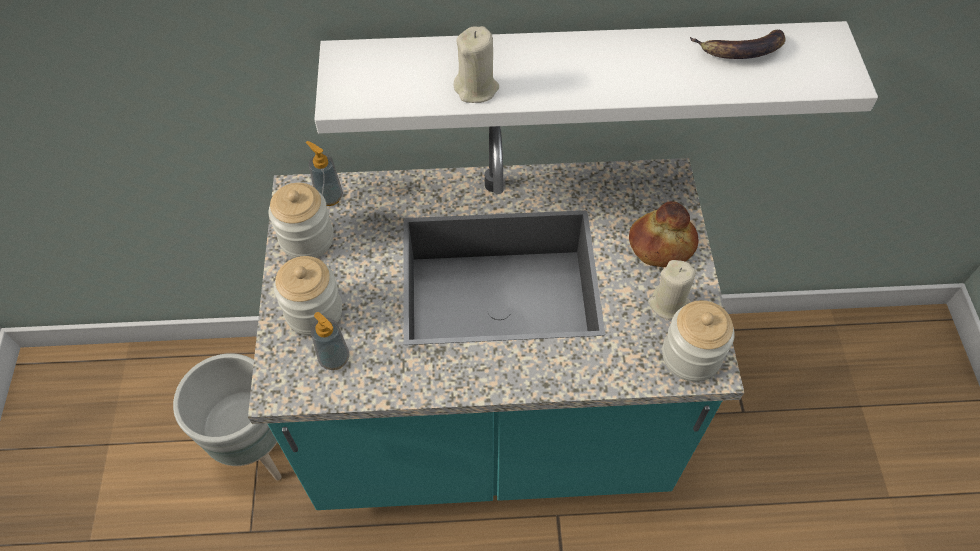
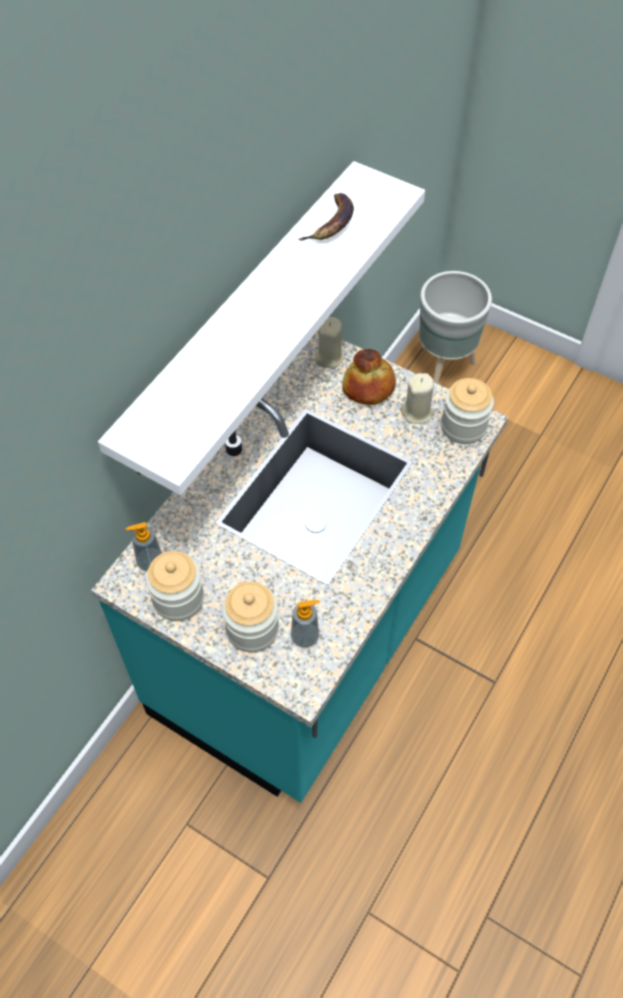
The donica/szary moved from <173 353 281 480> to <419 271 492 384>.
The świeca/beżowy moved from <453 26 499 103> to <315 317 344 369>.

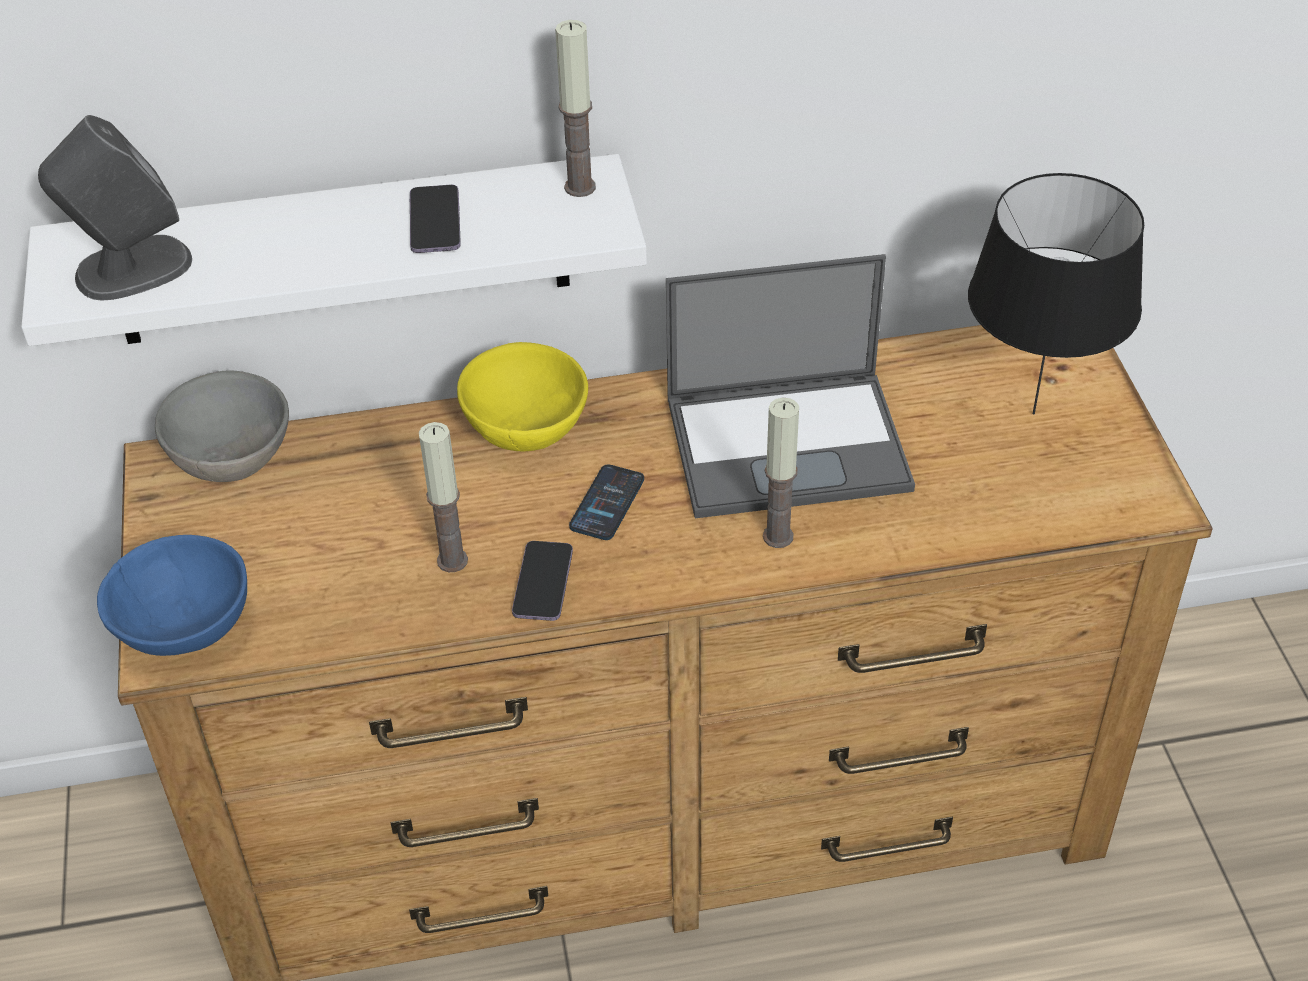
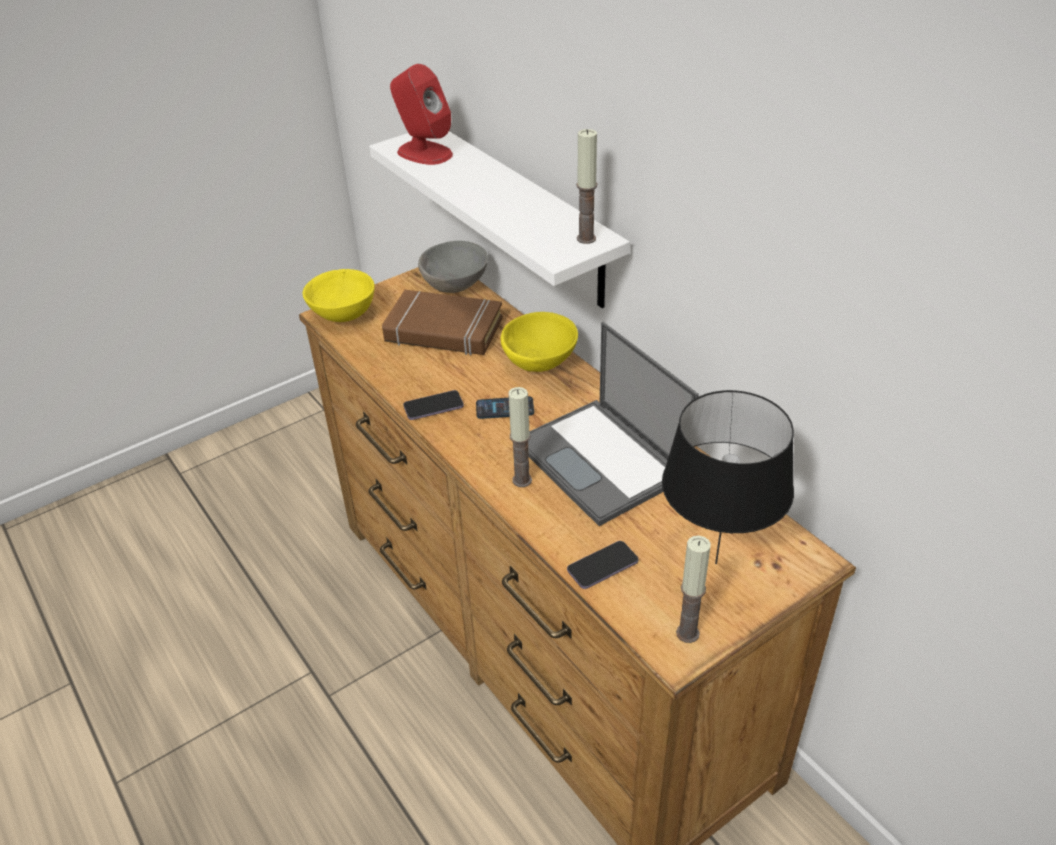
The głośnik/szary at <38 115 192 301> became the głośnik/czerwony at <390 64 453 165>.
The miska/niebieski at <97 535 247 656> became the miska/żółty at <303 269 375 322>.
The telefon moved from <410 185 461 253> to <567 541 638 589>.
The świeca moved from <419 422 468 572> to <676 535 711 643>.
The książka/brązowy at <382 290 503 355> appeared.

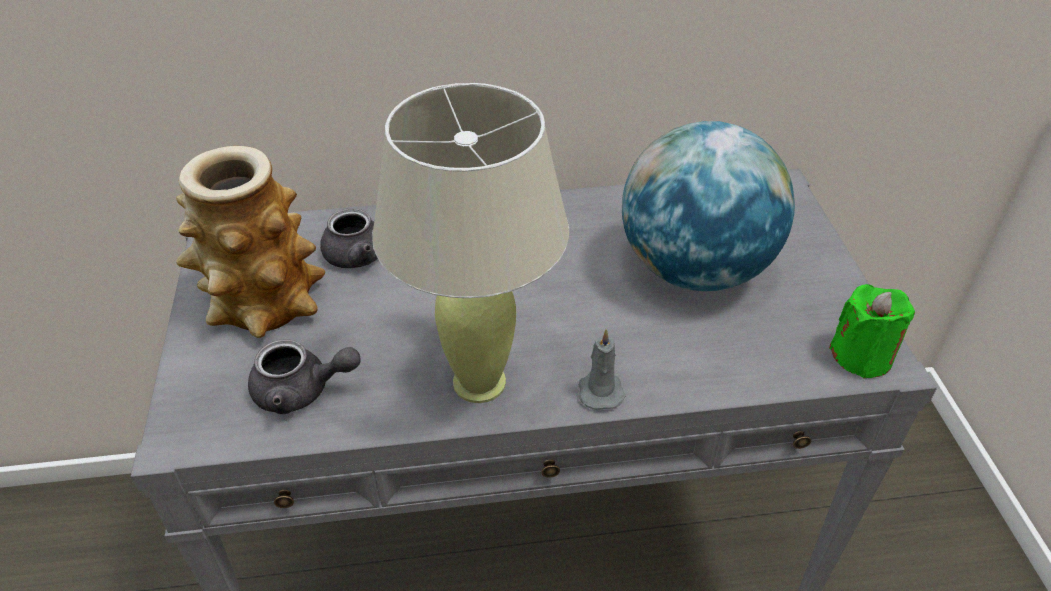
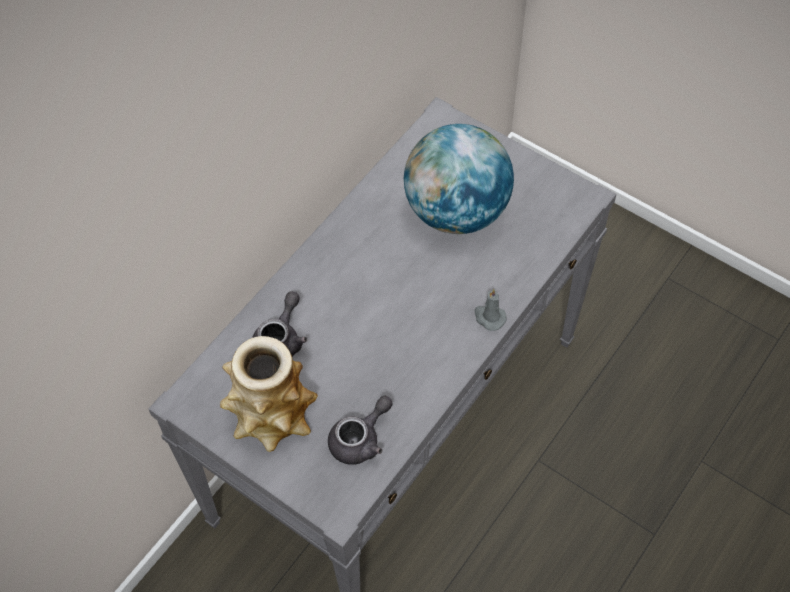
The lampa stołowa/beżowy at <372 83 569 403> disappeared.
The świeca/zielony at <829 284 915 379> disappeared.

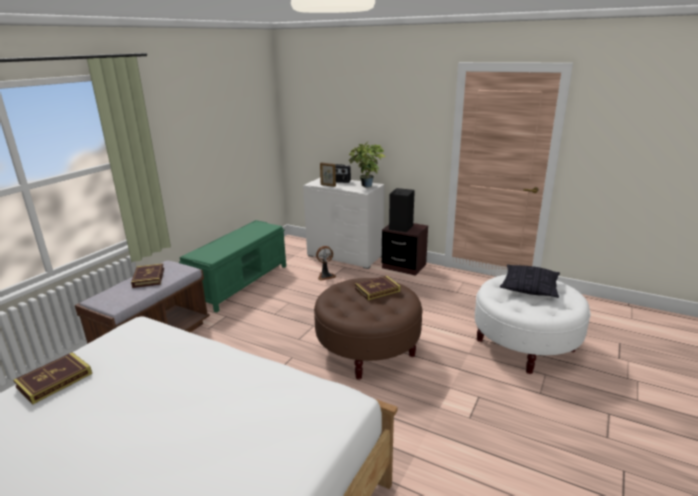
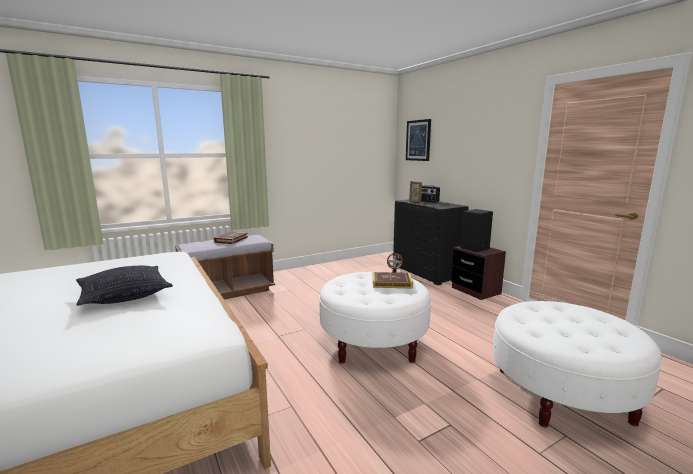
The książka at <13 352 92 404> disappeared.
The ławka/zielony at <179 220 286 313> disappeared.
The komoda/biały at <303 178 385 269> became the komoda/czarny at <393 199 469 286>.
The pufa/brązowy at <314 278 422 380> became the pufa/biały at <319 272 431 364>.
The roślina doniczkowa at <349 142 386 187> disappeared.
The poduszka moved from <500 264 560 298> to <76 266 173 306>.
The obraz at <406 119 431 161> appeared.

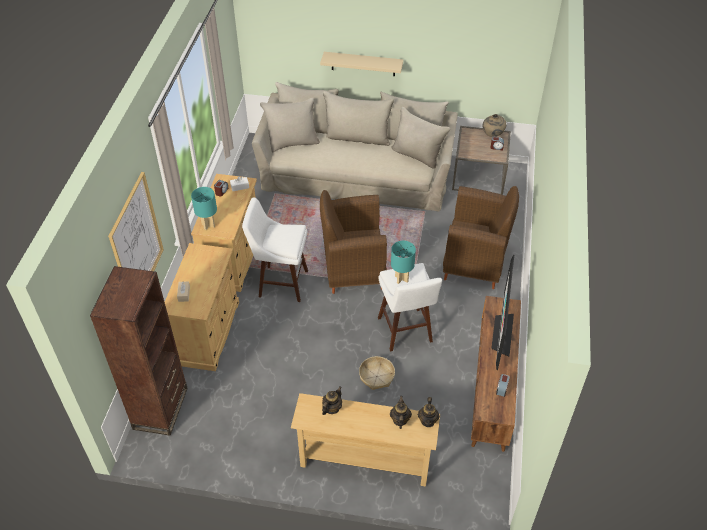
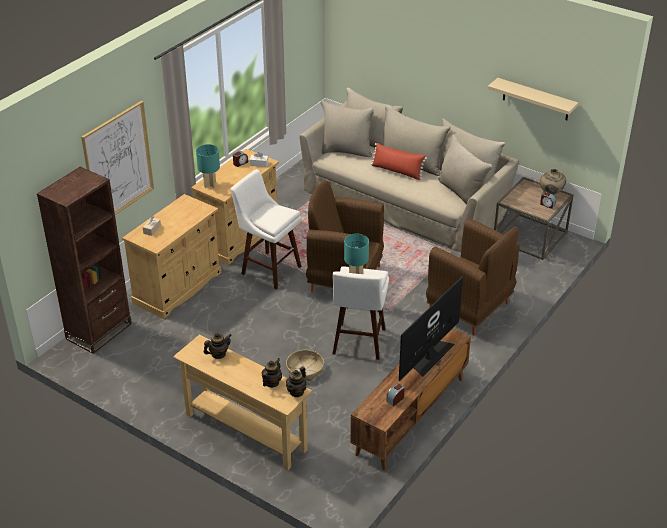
The półka/beżowy moved from <320 52 403 76> to <488 78 578 120>.
The poduszka/czerwony at <371 143 427 180> appeared.

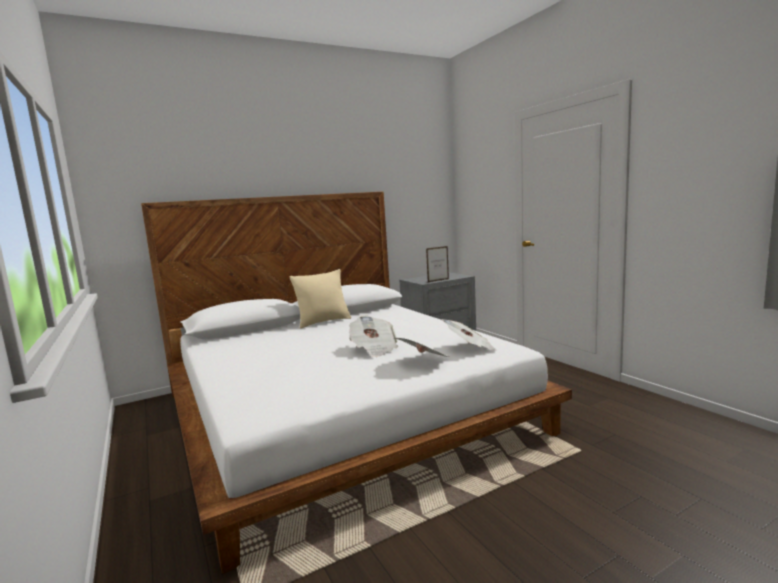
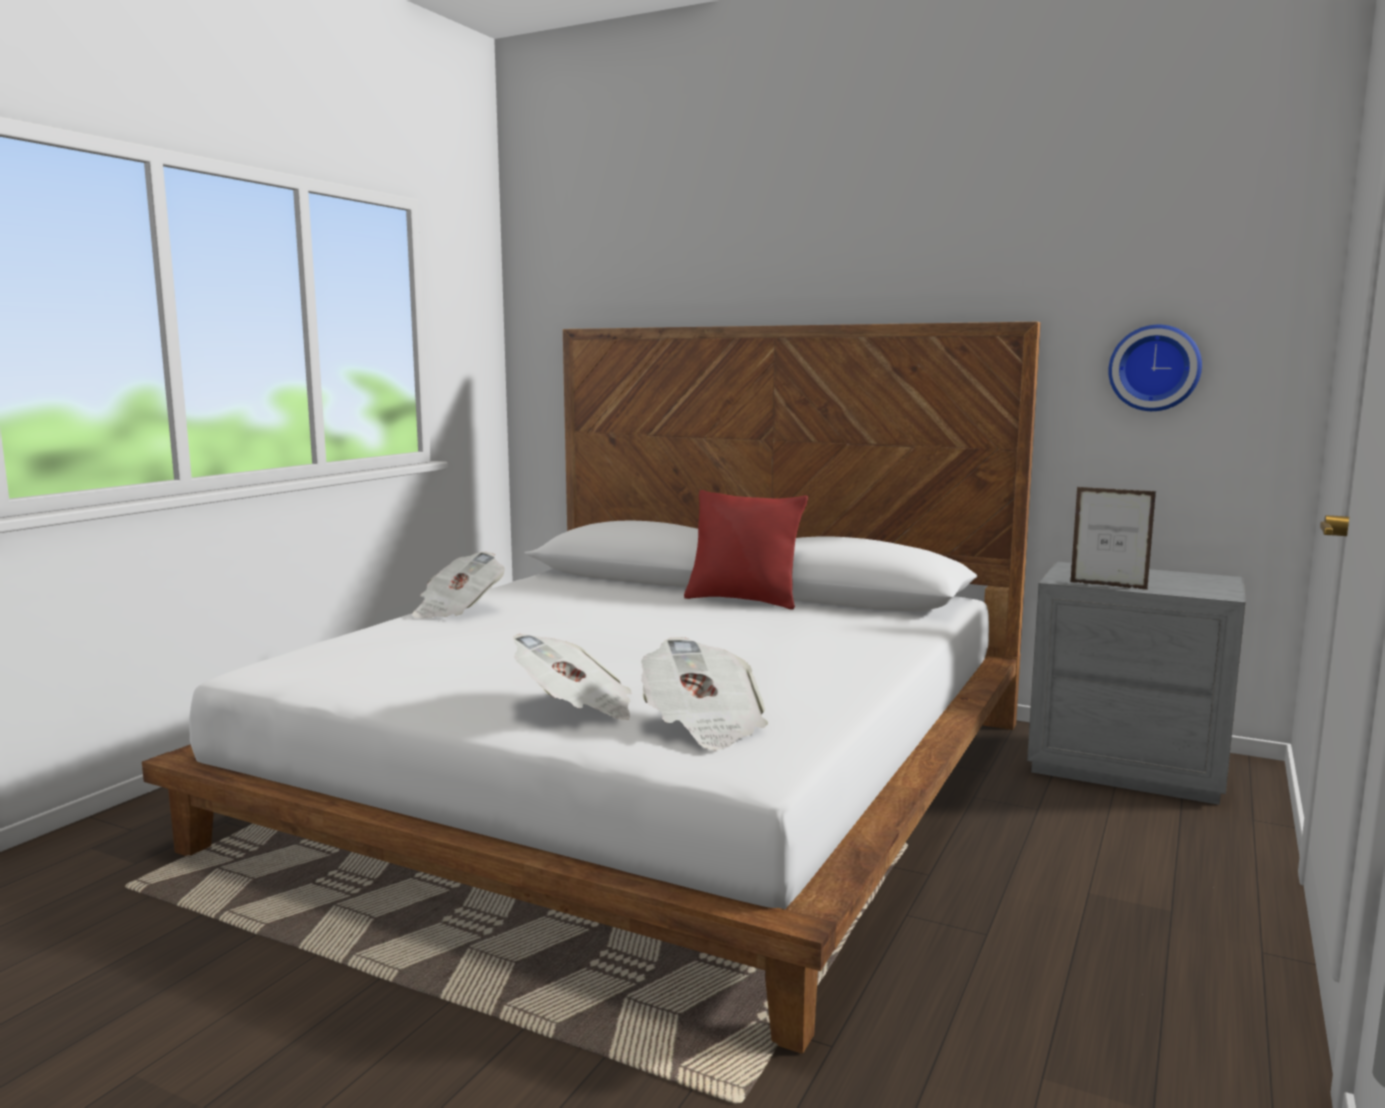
The poduszka/beżowy at <290 269 351 329> became the poduszka/czerwony at <684 490 808 610>.
The gazeta moved from <349 316 398 357> to <412 552 505 618>.
The zegar ścienny at <1108 325 1202 411> appeared.

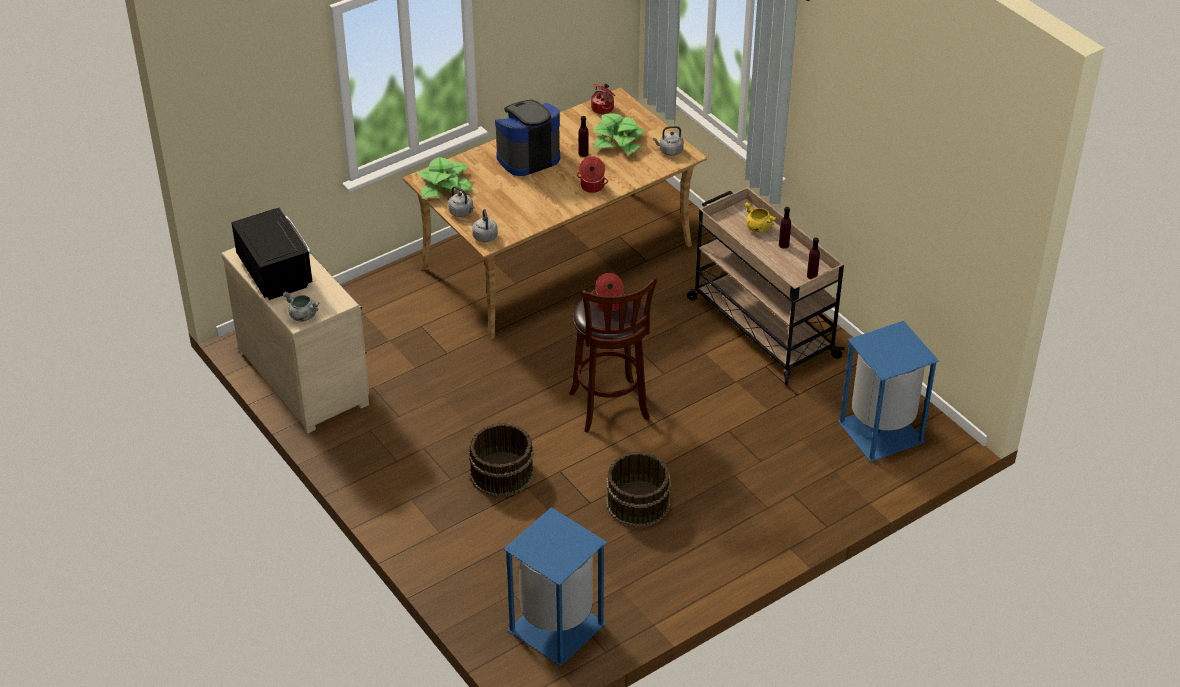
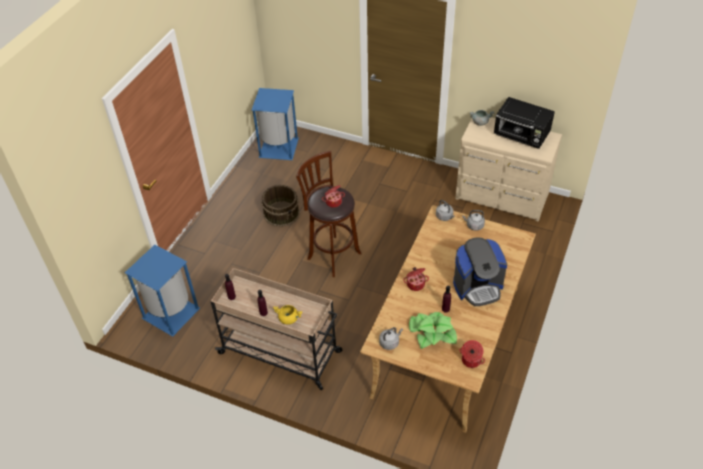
The roślina doniczkowa at <418 157 472 199> disappeared.
The wiadro/brązowy at <469 423 534 497> disappeared.
The ekspres do kawy at <495 100 560 176> turned 45 degrees clockwise.

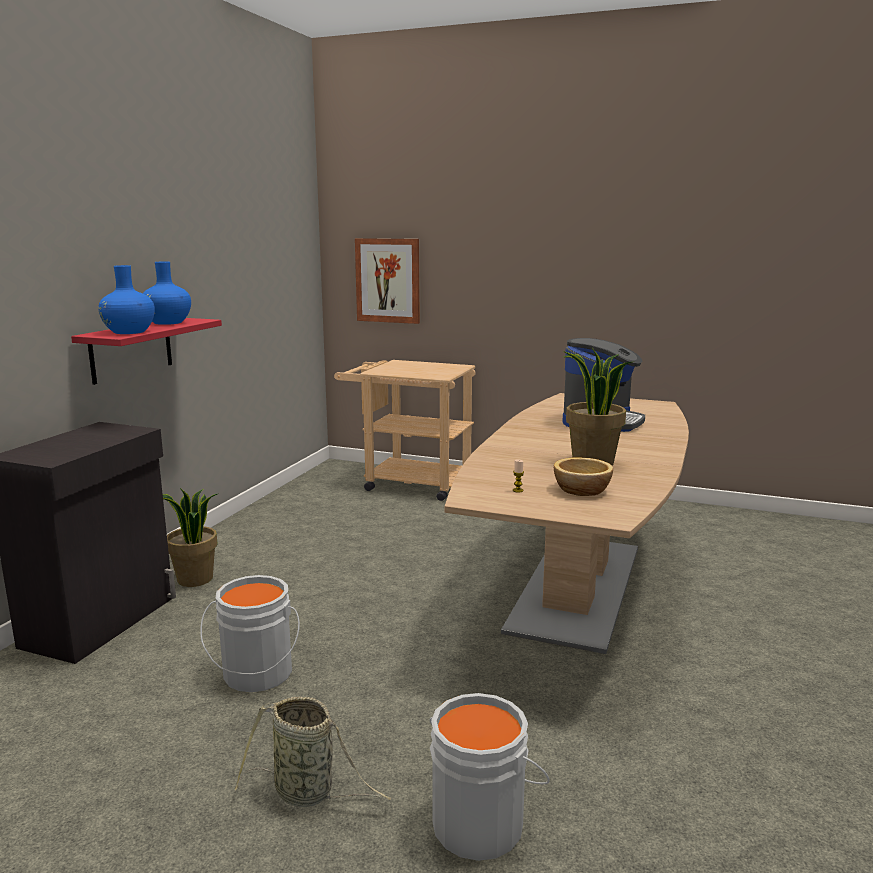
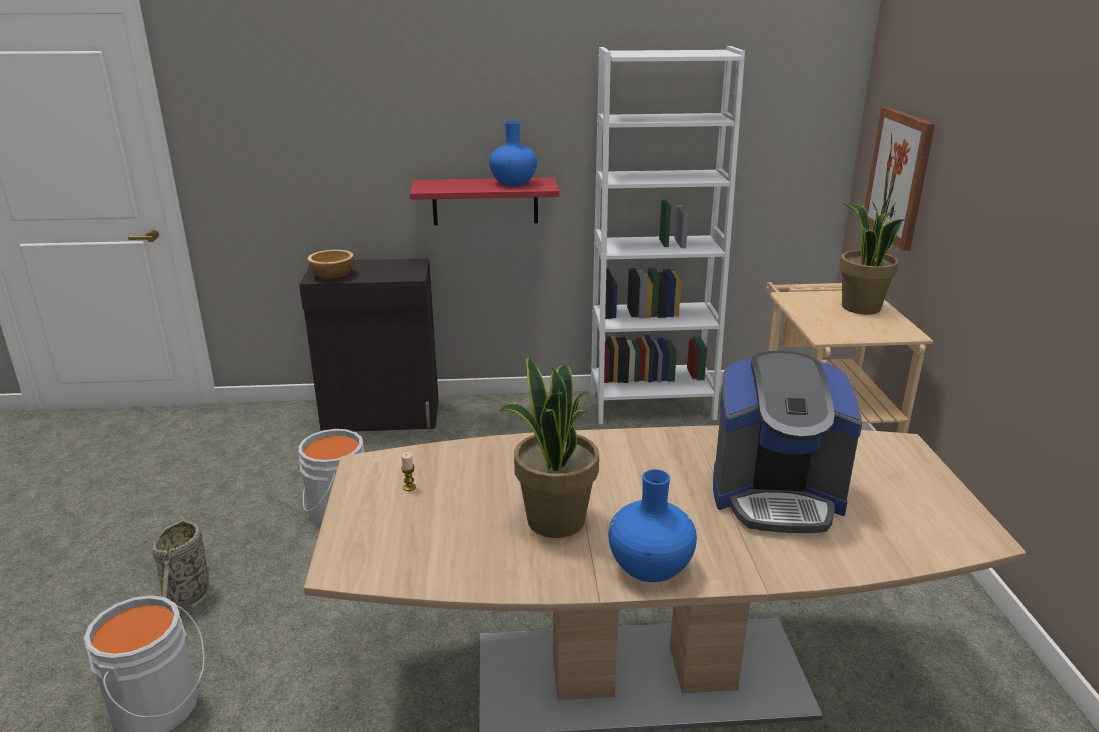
The wazon/niebieski moved from <98 265 155 334> to <608 469 697 582>.
The roślina doniczkowa moved from <163 488 217 587> to <839 202 905 315>.
The miska moved from <554 457 613 496> to <307 249 354 280>.
The regał/biały at <591 46 745 424> appeared.

